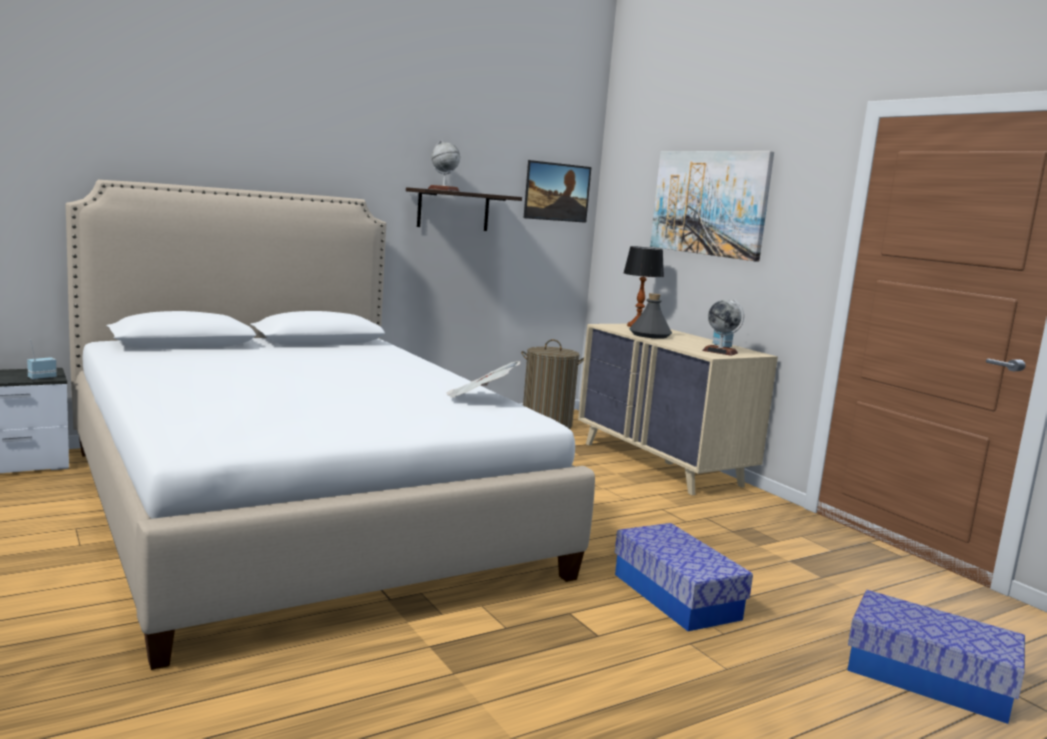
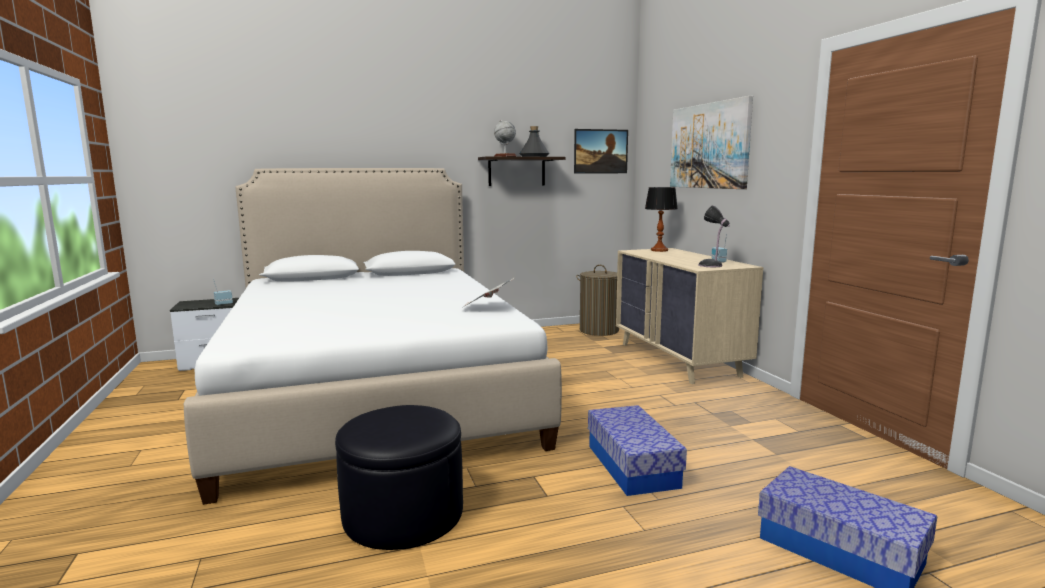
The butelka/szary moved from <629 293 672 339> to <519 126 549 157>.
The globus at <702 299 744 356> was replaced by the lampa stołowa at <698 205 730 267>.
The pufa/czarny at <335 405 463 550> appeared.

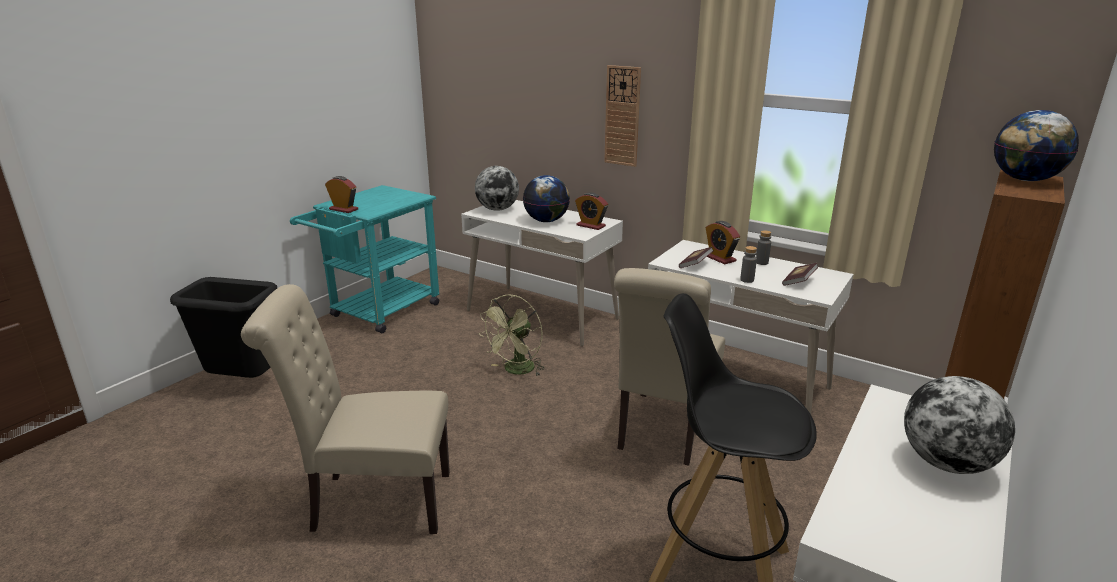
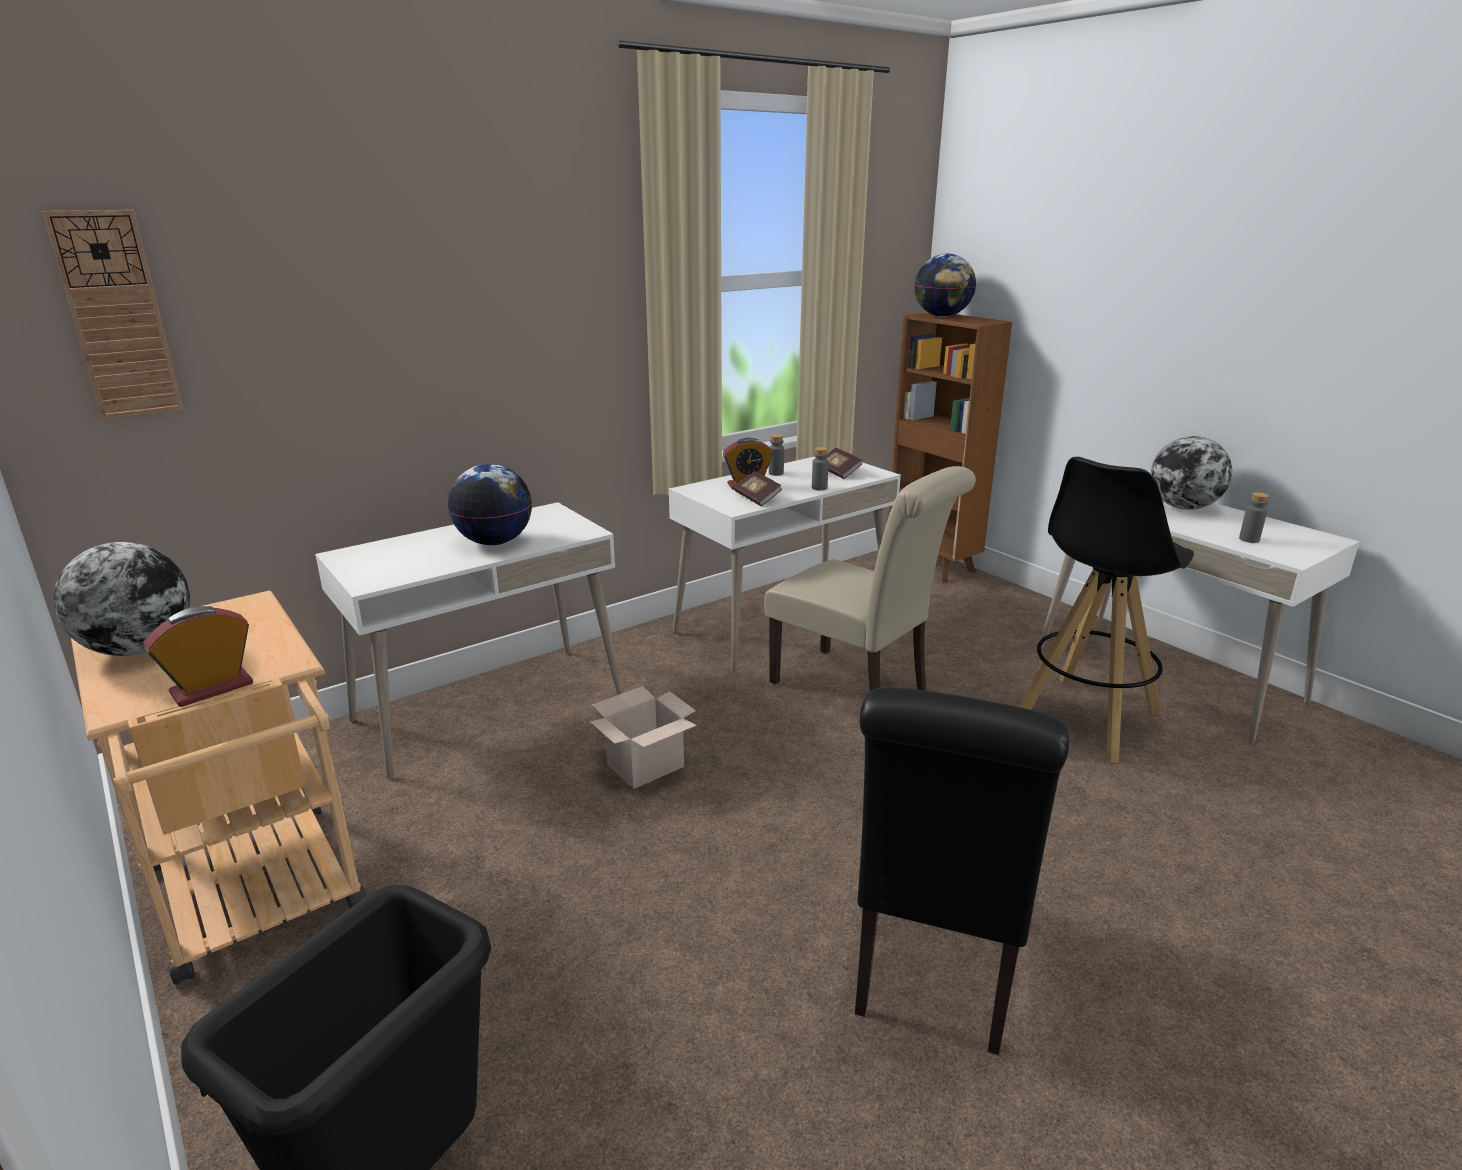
The krzesło/beżowy at <241 284 450 534> became the krzesło/czarny at <855 687 1069 1055>.
The wózek/turkusowy at <290 185 440 333> became the wózek/beżowy at <71 591 367 985>.
The globus moved from <475 166 519 211> to <53 542 190 656>.
The wentylator/zielony at <480 294 545 376> was replaced by the karton at <590 686 697 789>.
The budzik at <575 193 608 230> disappeared.
The zegar ścienny moved from <604 65 641 167> to <42 210 184 419>.
The butelka/szary at <1239 492 1269 543> appeared.

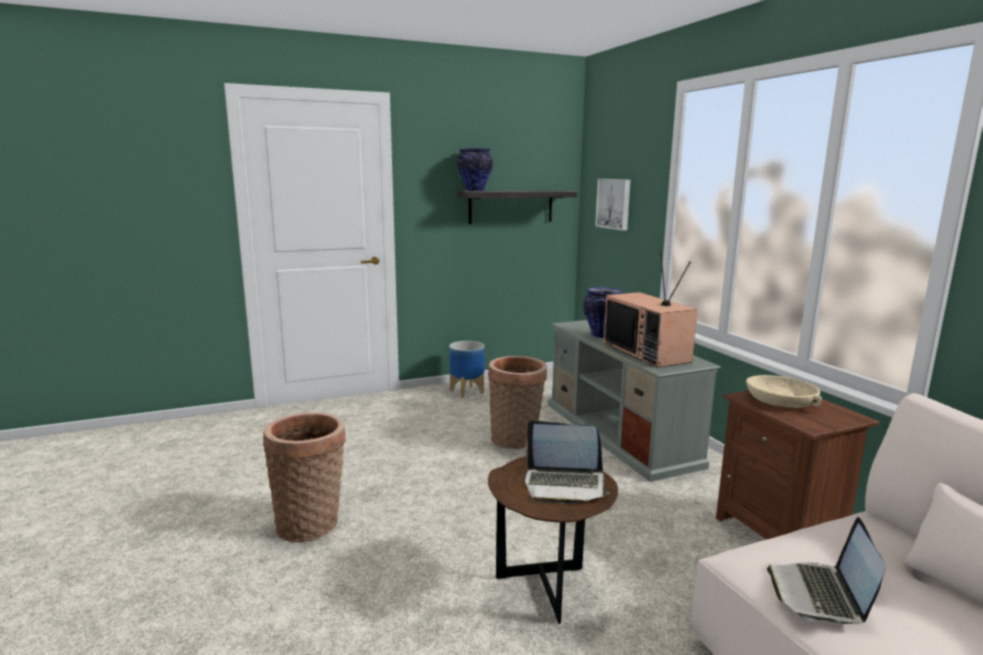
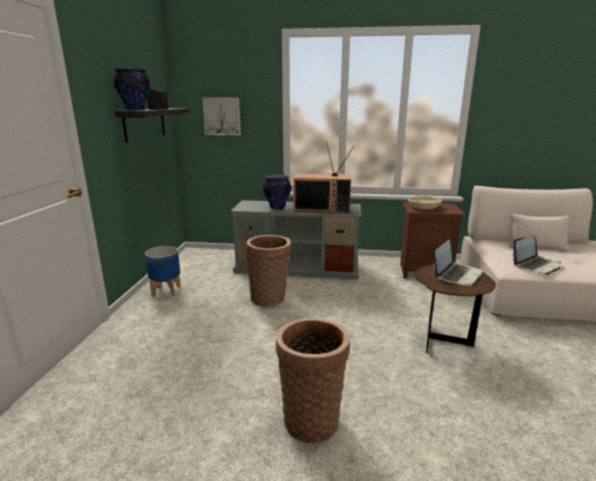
The laptop at <767 517 886 624> turned 75 degrees counterclockwise.
The radio at <147 90 169 110> appeared.

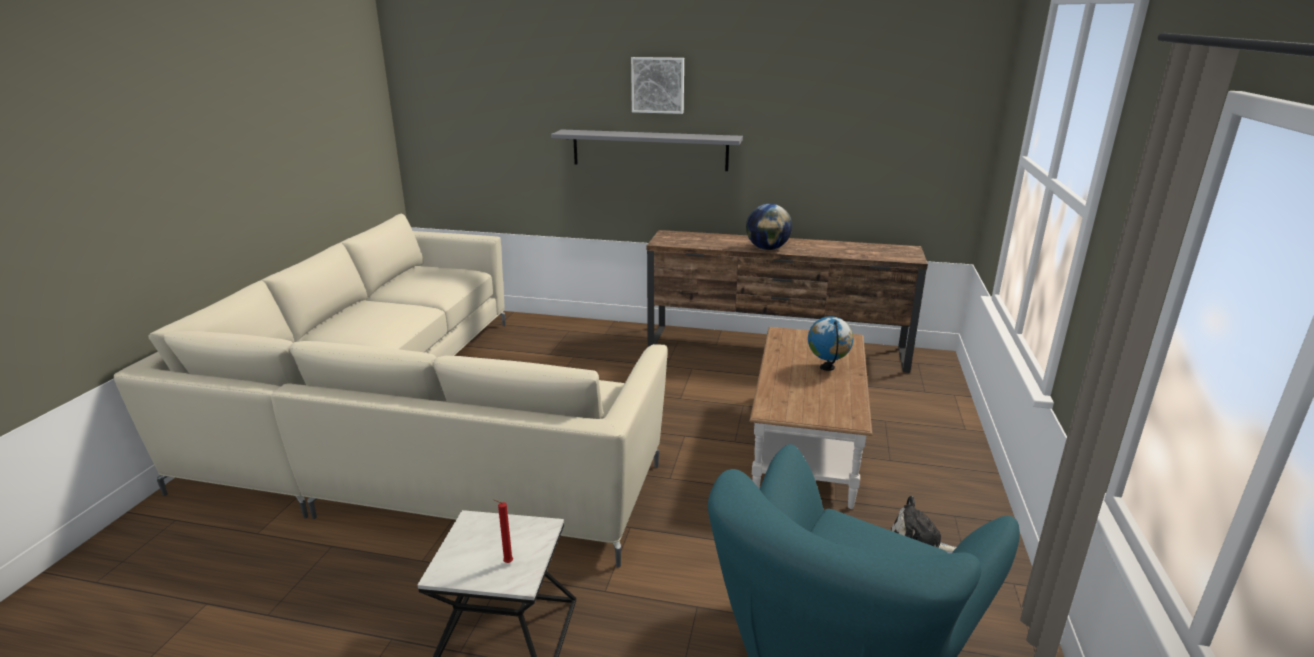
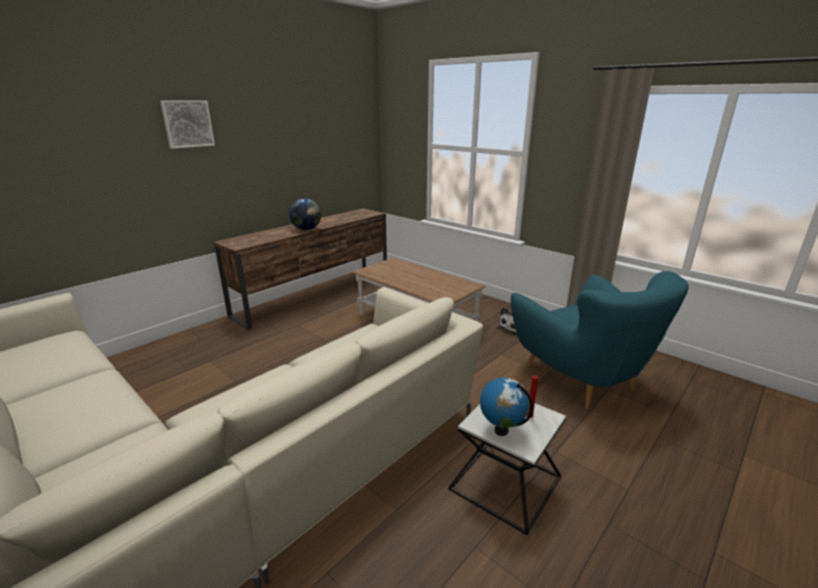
The półka/szary at <551 129 743 171> disappeared.
The globus moved from <808 316 853 371> to <480 378 533 436>.

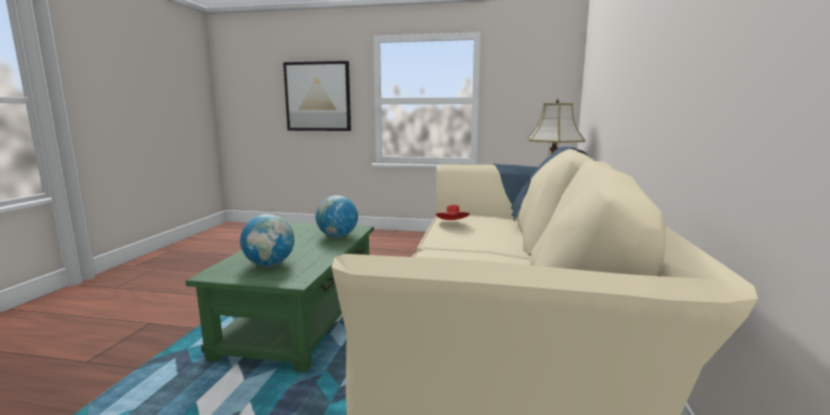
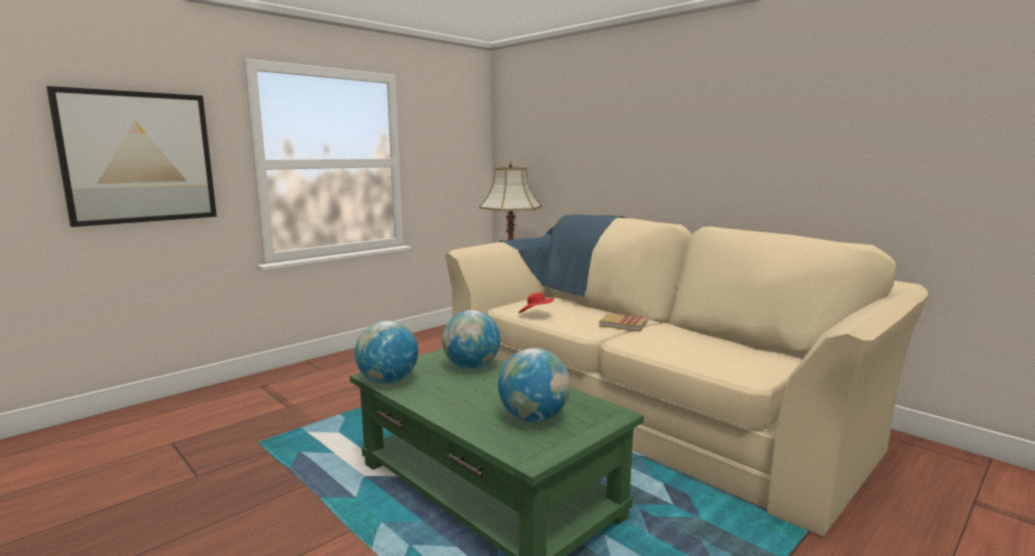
The globus at <355 321 418 384> appeared.
The książka at <599 313 648 331> appeared.

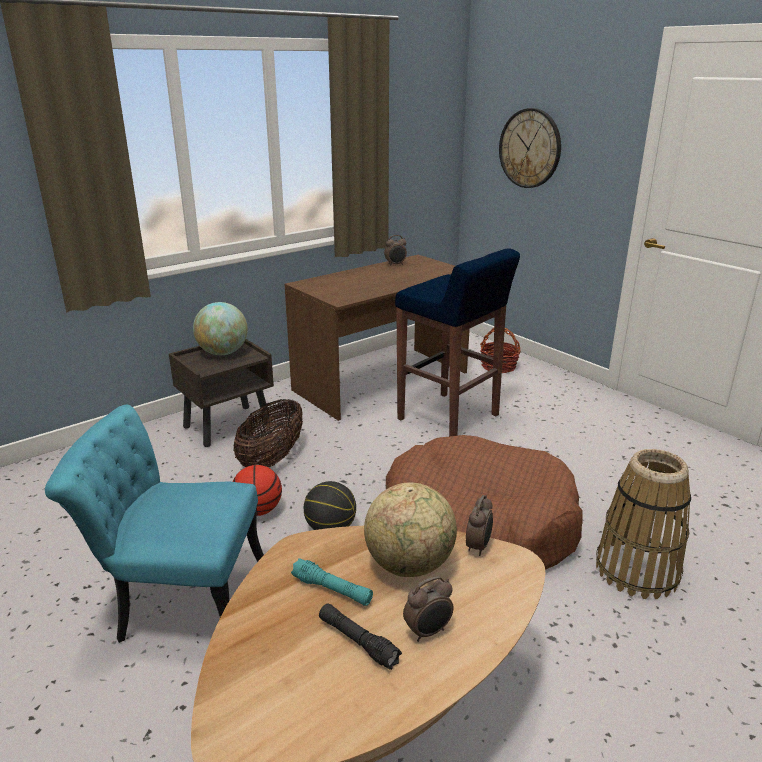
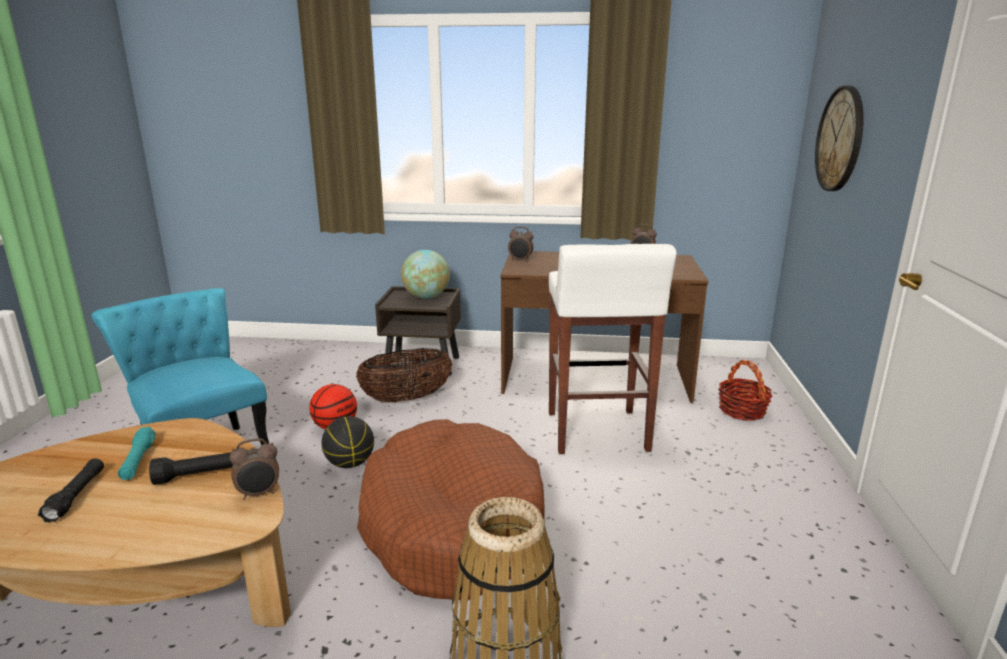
The globus at <364 482 457 577> was replaced by the latarka/czarny at <149 452 233 485>.
The stołek/niebieski at <395 248 520 436> became the stołek/biały at <549 244 677 454>.
The budzik moved from <403 576 454 642> to <508 227 534 262>.

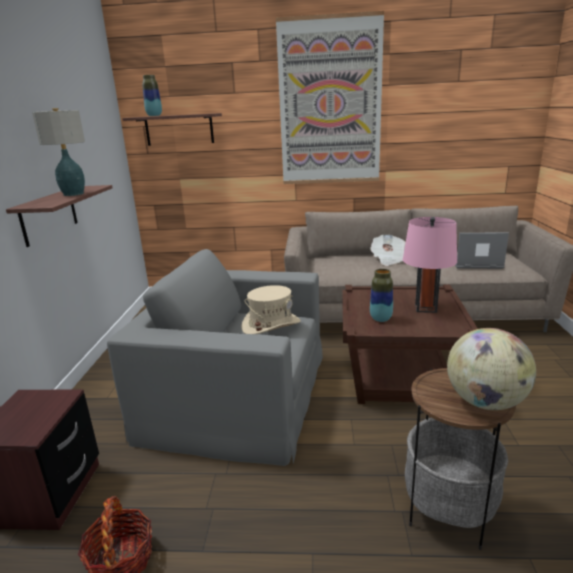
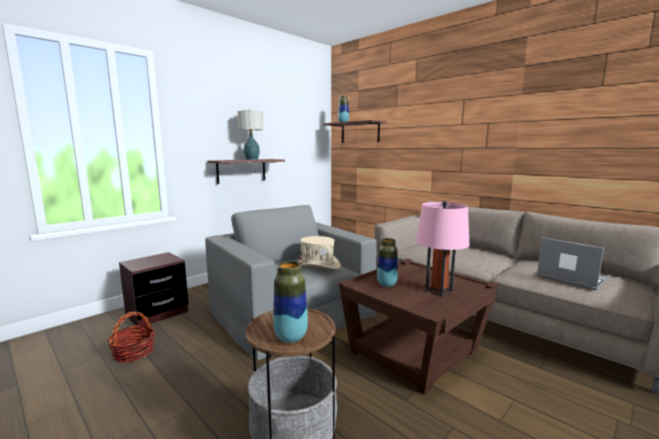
The obraz at <276 11 384 184> disappeared.
The gazeta at <370 235 406 266> disappeared.
The globus at <447 328 536 410> was replaced by the wazon at <273 261 308 343>.

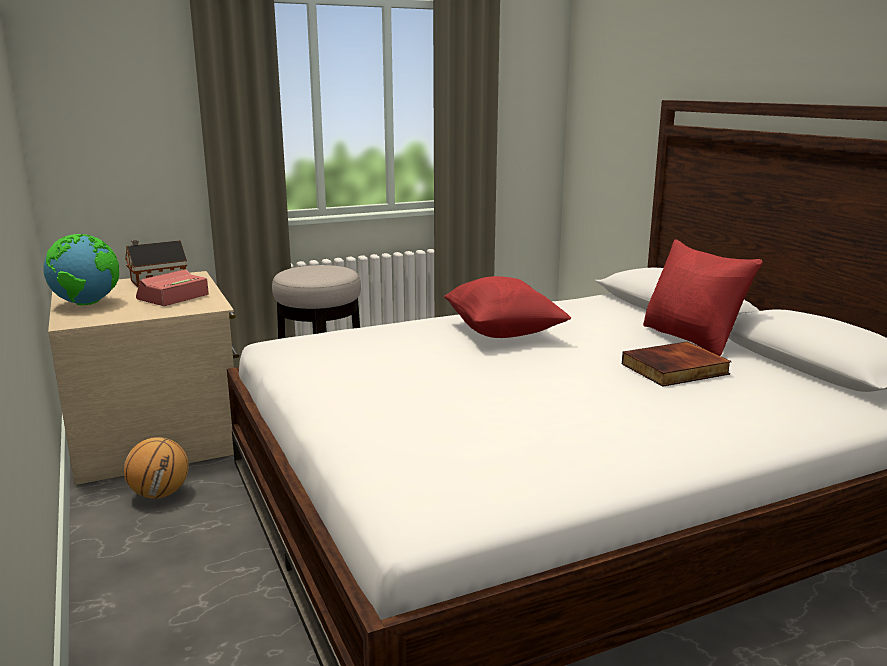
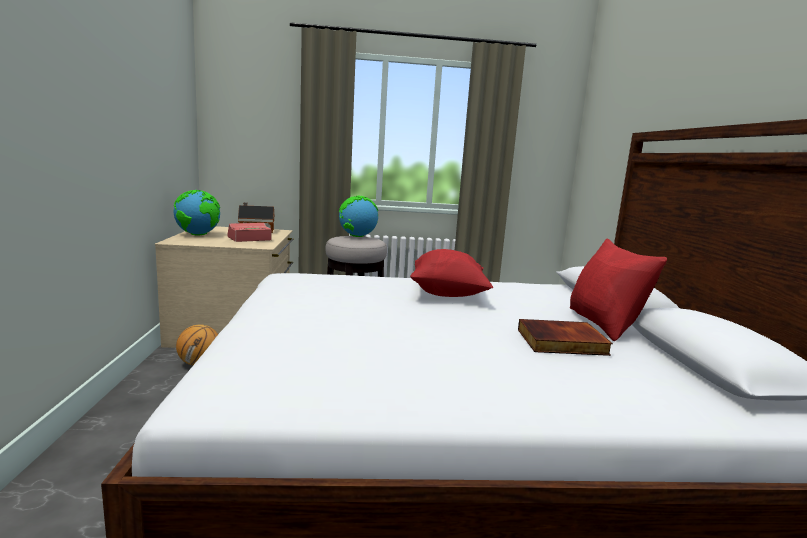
The globus at <339 196 378 237> appeared.

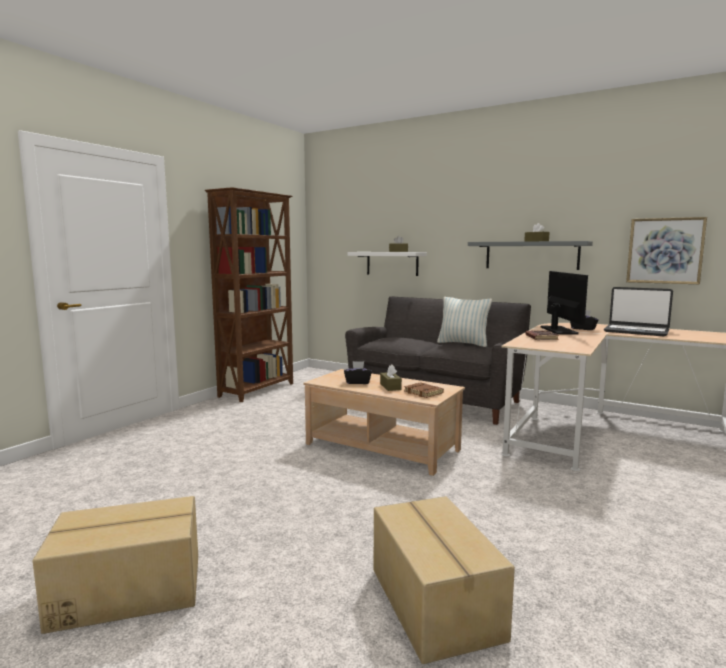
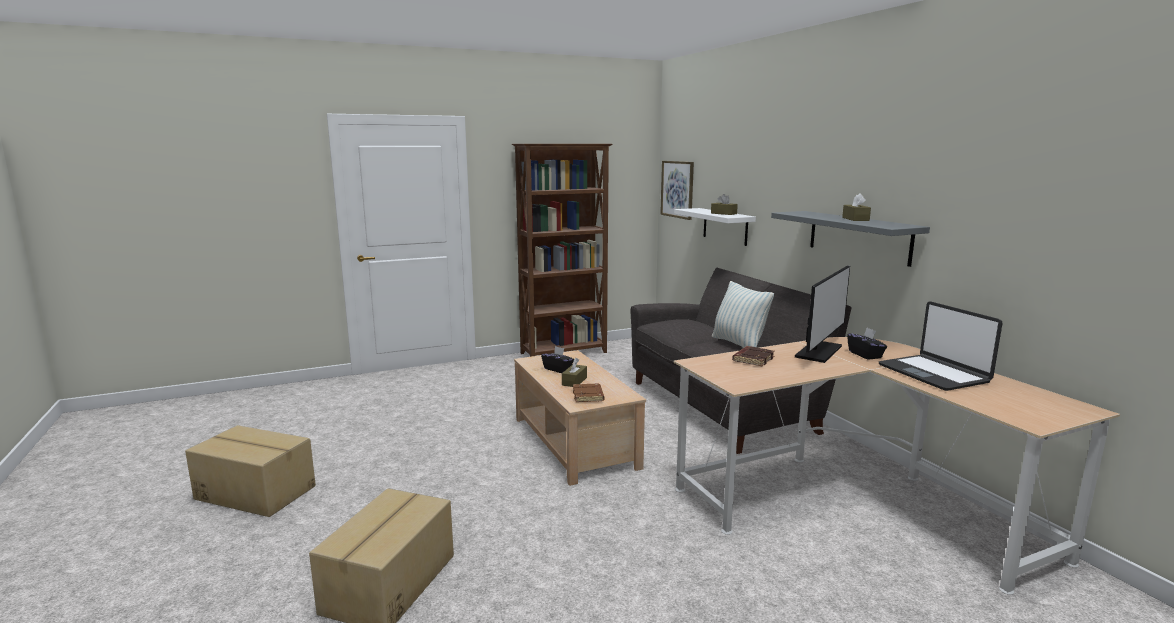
The obraz moved from <626 217 707 284> to <660 161 694 220>.

